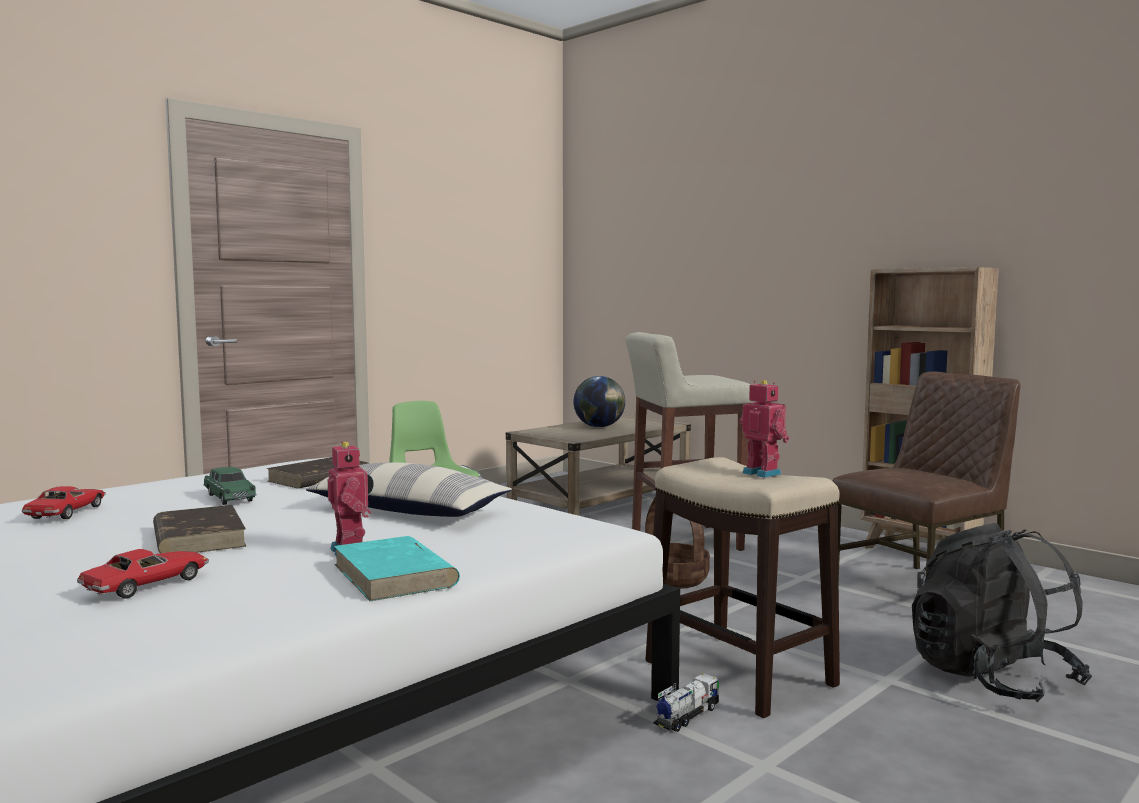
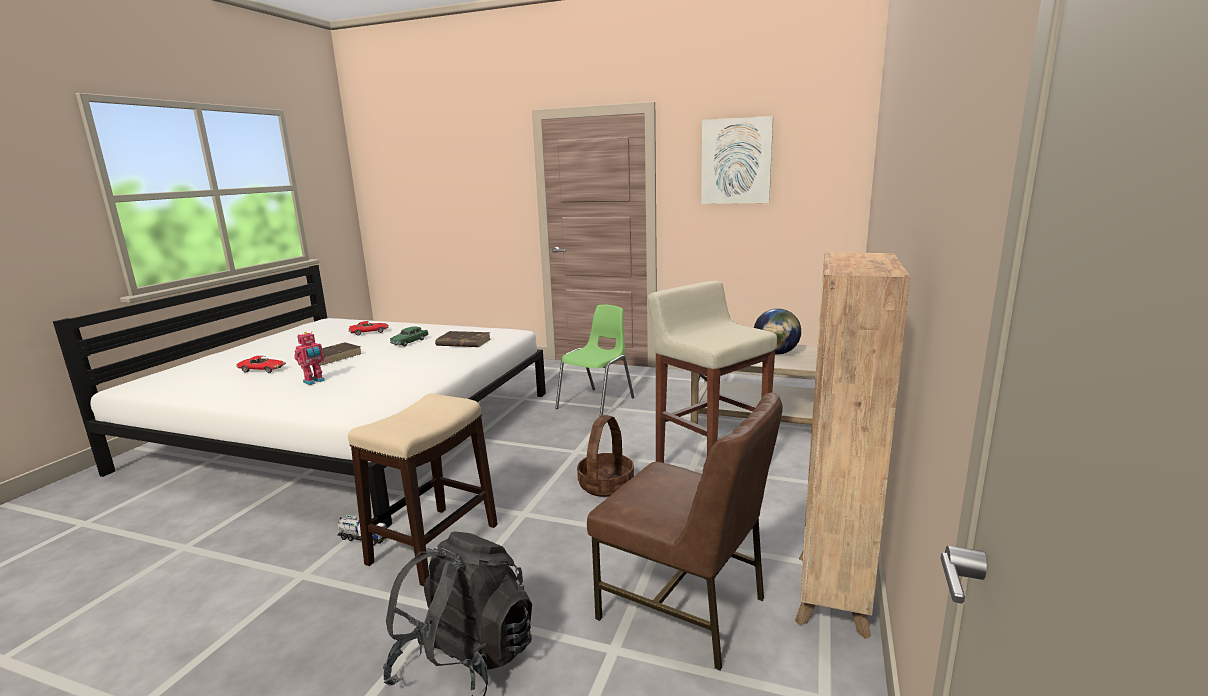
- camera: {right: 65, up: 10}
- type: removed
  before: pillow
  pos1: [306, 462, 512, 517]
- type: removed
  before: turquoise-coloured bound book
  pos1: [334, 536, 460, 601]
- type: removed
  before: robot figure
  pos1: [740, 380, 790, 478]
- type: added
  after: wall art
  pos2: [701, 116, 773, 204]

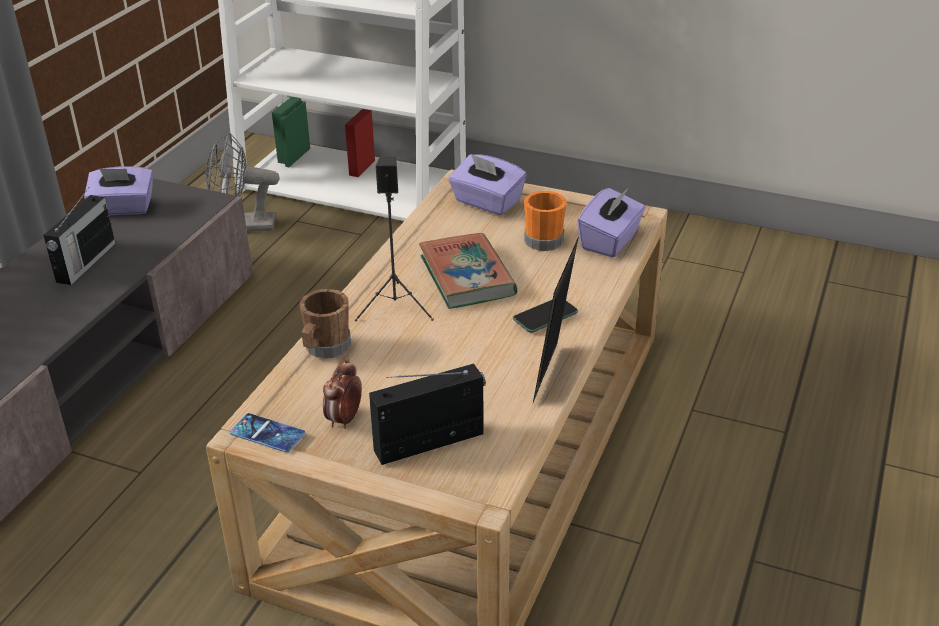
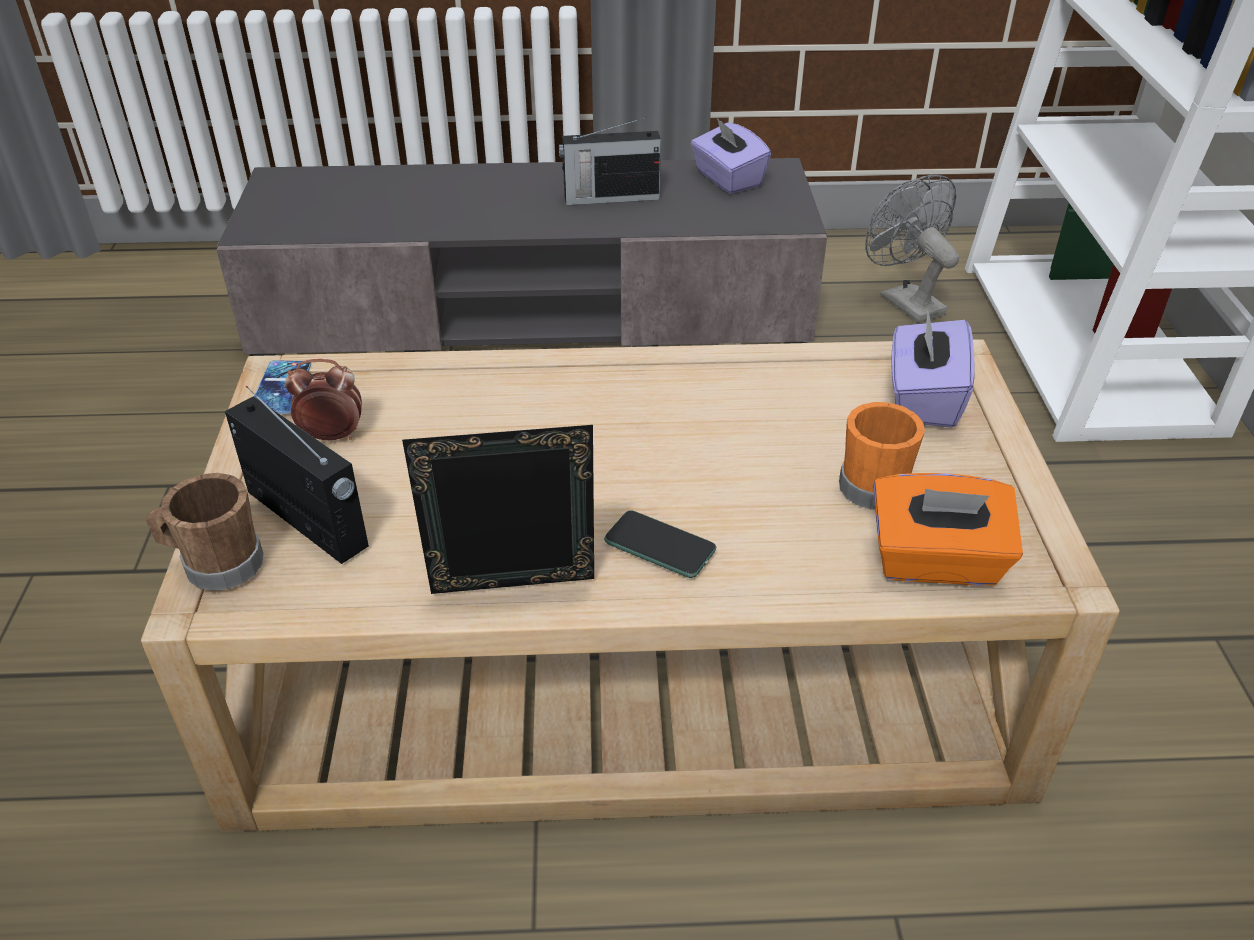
- camera: {right: 65, up: 5}
- type: moved
  before: brown-coloured coffee mug
  pos1: [300, 289, 351, 359]
  pos2: [146, 473, 264, 591]
- type: removed
  before: blackish loudspeaker
  pos1: [355, 156, 434, 321]
- type: removed
  before: bound book
  pos1: [419, 233, 518, 309]
- type: recoloured
  before: purple-coloured box of tissues
  after: orange-coloured box of tissues
  pos1: [577, 188, 646, 257]
  pos2: [873, 473, 1023, 586]

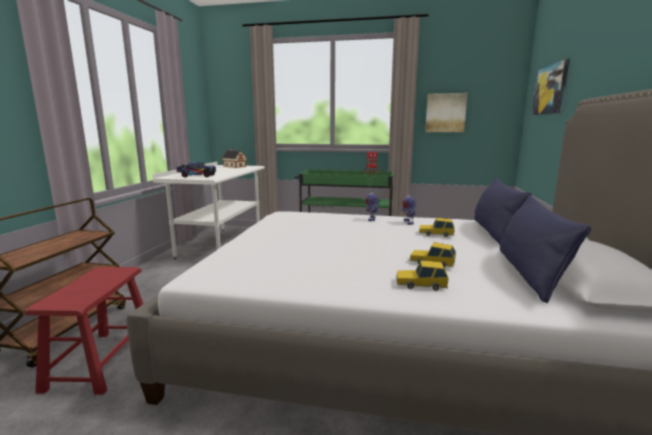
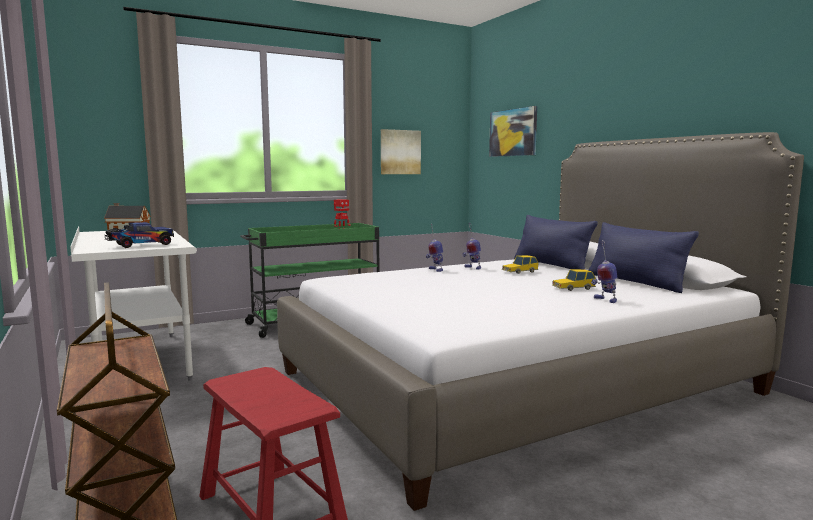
- camera: {right: -40, up: -5}
- type: replaced
  before: model car
  after: robot figure
  pos1: [396, 260, 448, 291]
  pos2: [591, 240, 617, 303]

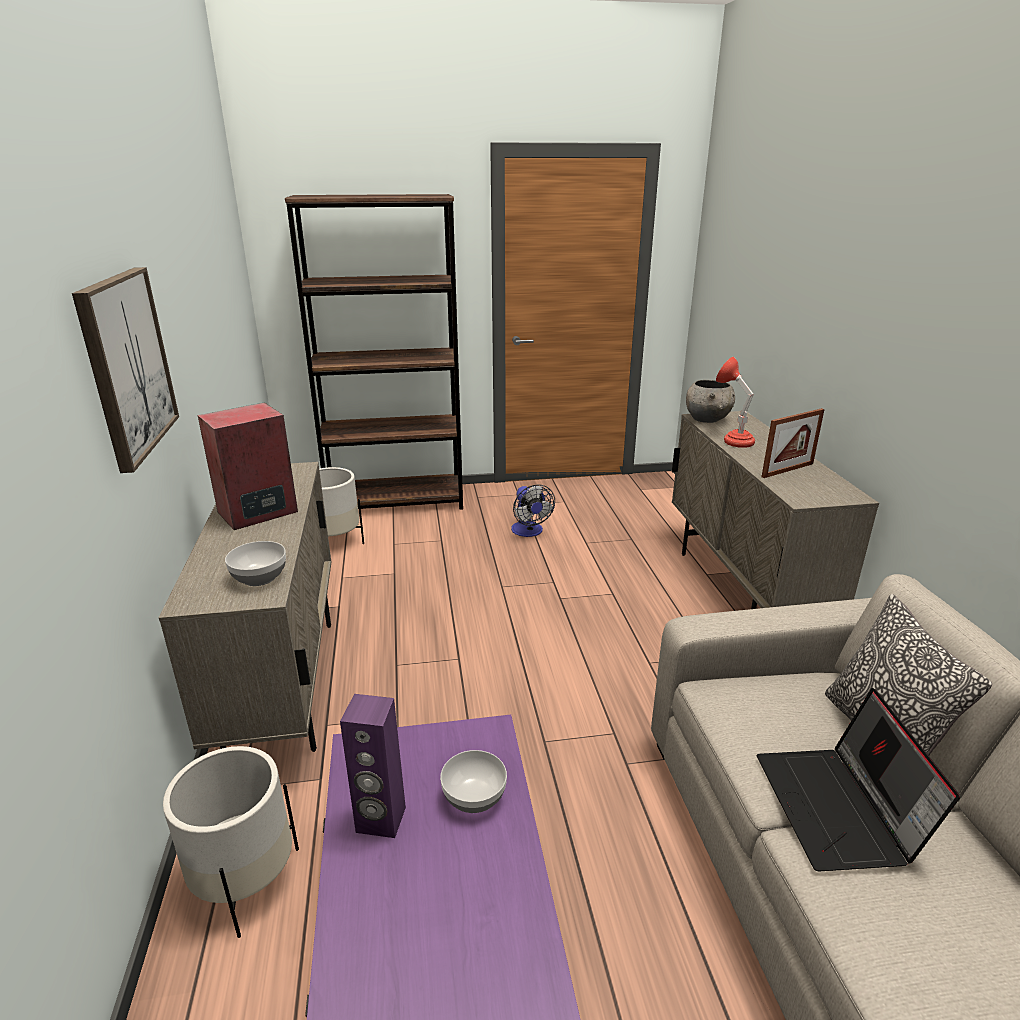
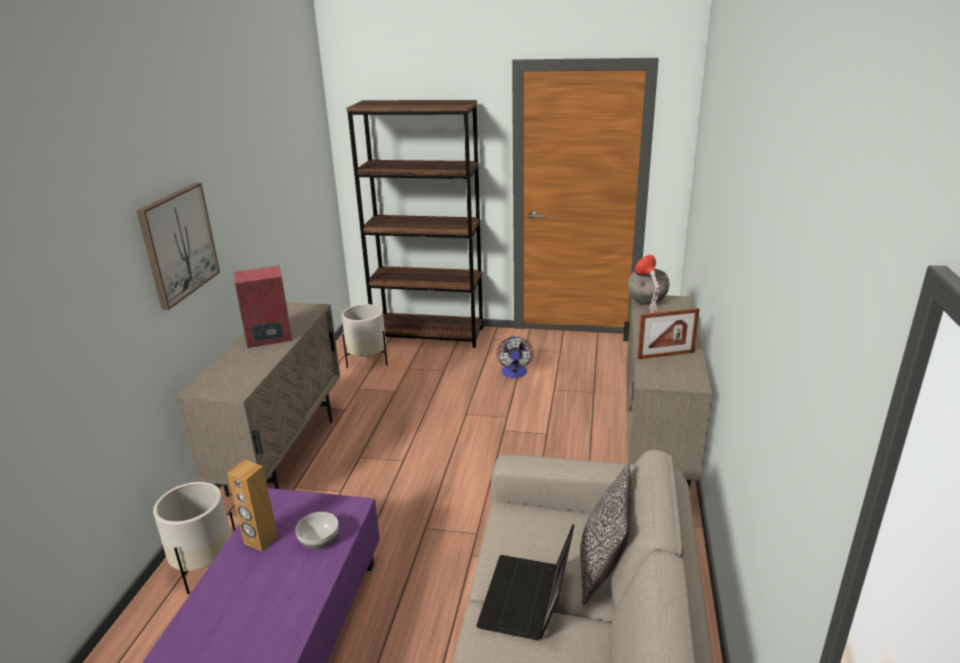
- camera: {right: 20, up: 0}
- type: removed
  before: deep dish
  pos1: [225, 541, 286, 586]
- type: recoloured
  before: purple-coloured loudspeaker
  after: brown-coloured loudspeaker
  pos1: [340, 694, 406, 838]
  pos2: [227, 459, 278, 552]

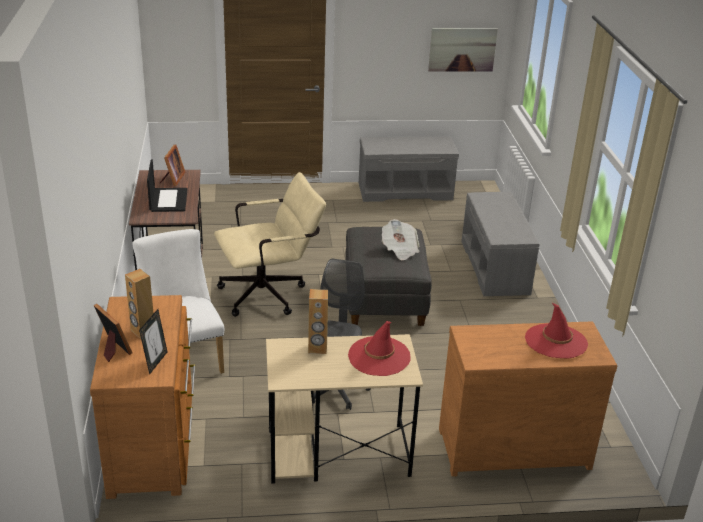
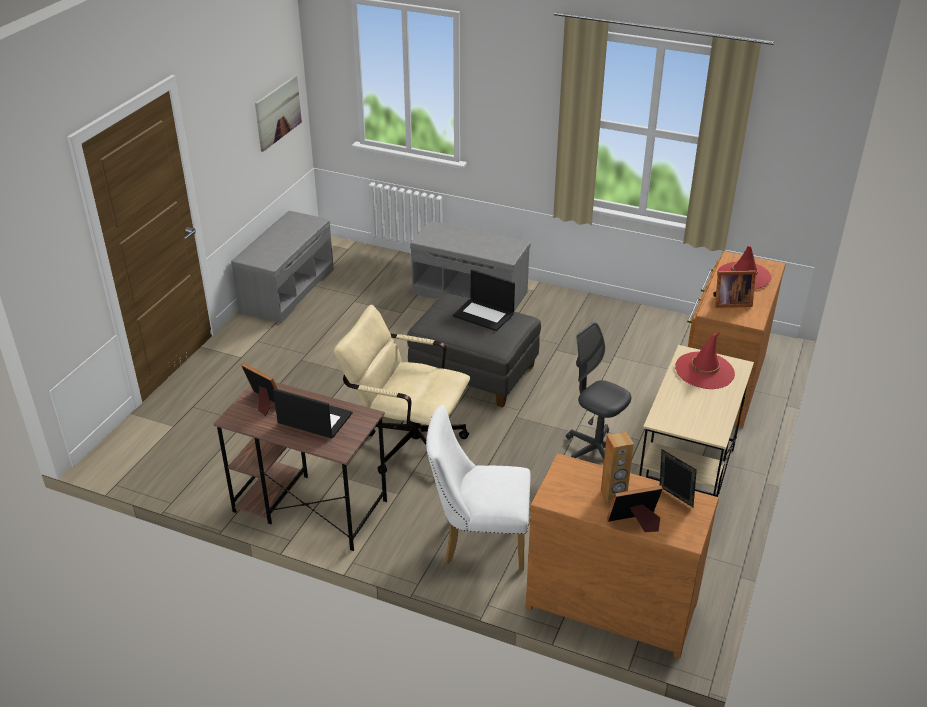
- camera: {right: -60, up: 5}
- type: turned
  before: sand-coloured computer chair
  pos1: [214, 172, 326, 317]
  pos2: [334, 305, 470, 474]
  turn: -75
- type: removed
  before: brown-coloured loudspeaker
  pos1: [308, 289, 328, 354]
- type: replaced
  before: newspaper
  after: notebook computer
  pos1: [382, 219, 420, 260]
  pos2: [453, 269, 515, 331]
- type: added
  after: photo frame
  pos2: [713, 271, 756, 308]

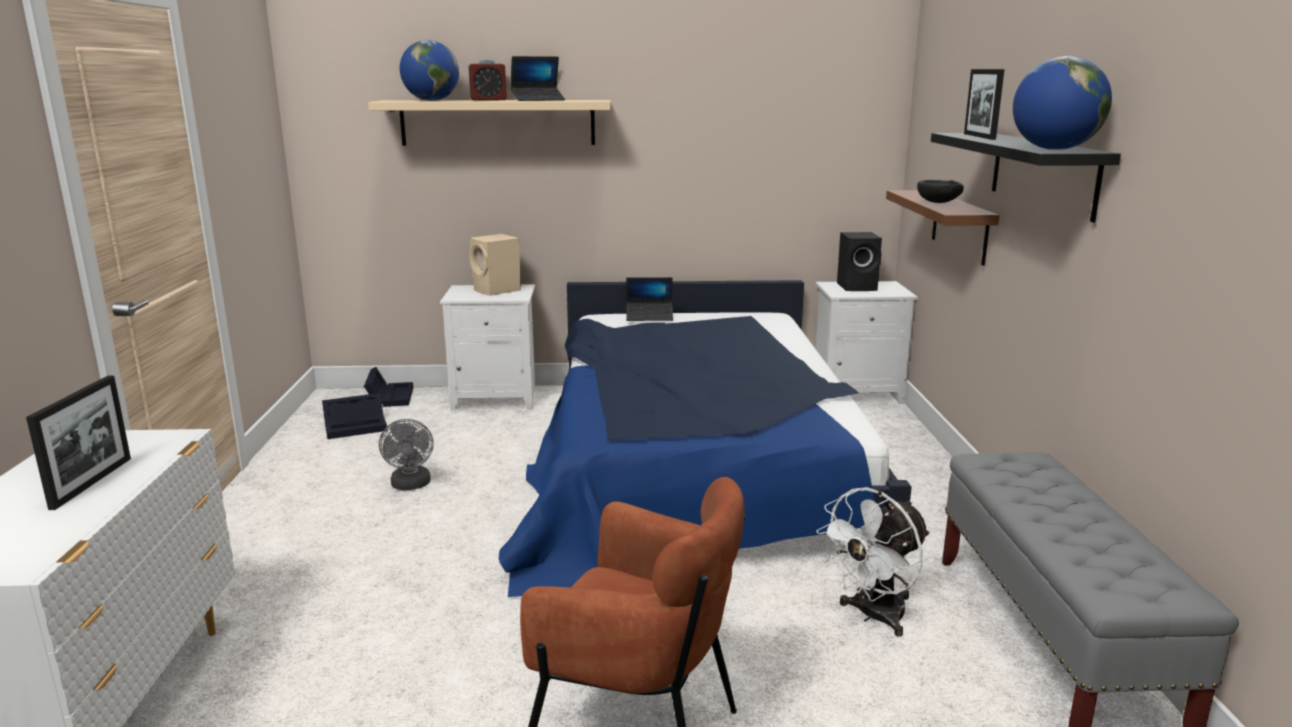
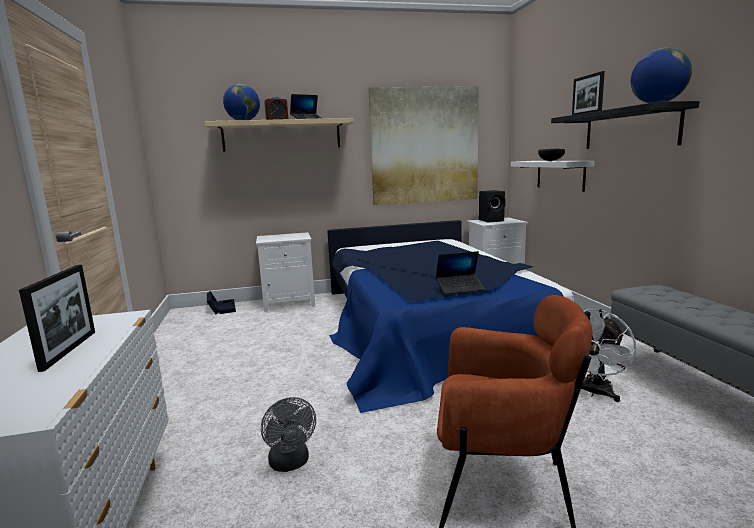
- camera: {right: -10, up: -5}
- type: removed
  before: blackish storage bin
  pos1: [322, 393, 387, 439]
- type: moved
  before: grey fan
  pos1: [379, 419, 434, 490]
  pos2: [261, 397, 316, 472]
- type: removed
  before: sand-coloured loudspeaker
  pos1: [469, 234, 521, 296]
- type: moved
  before: notebook computer
  pos1: [626, 277, 673, 321]
  pos2: [436, 251, 485, 294]
- type: recoloured
  before: brown-coloured shelf
  after: white shelf
  pos1: [886, 190, 1000, 266]
  pos2: [511, 161, 594, 192]
- type: added
  after: wall art
  pos2: [368, 86, 479, 205]

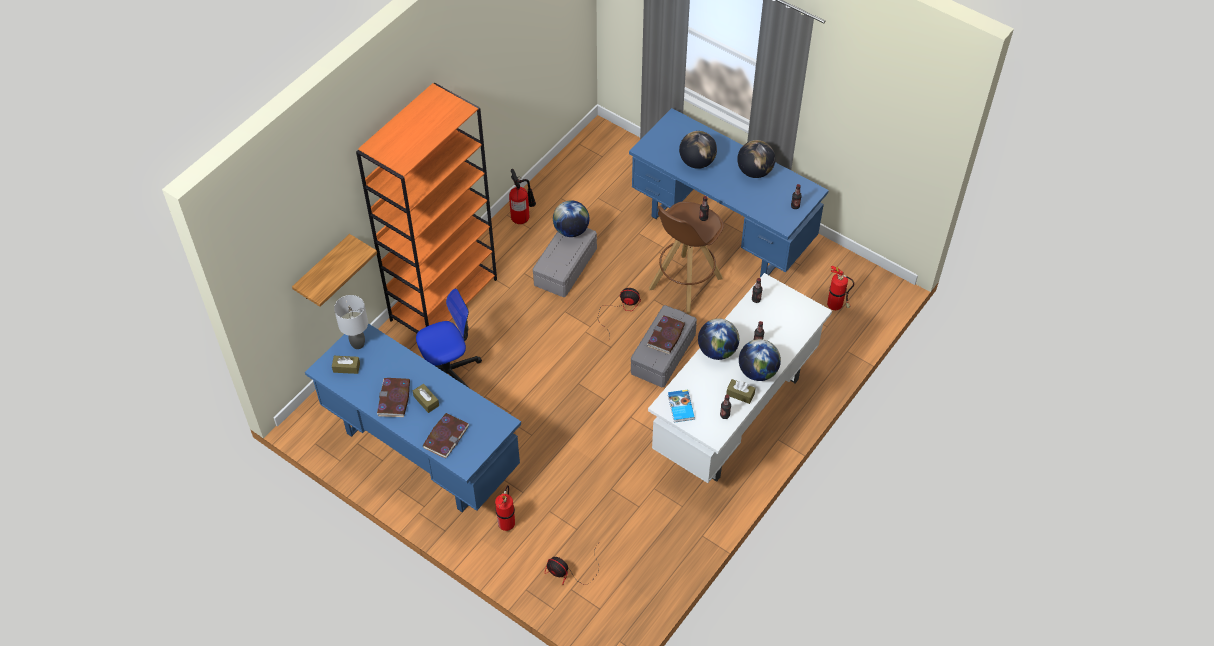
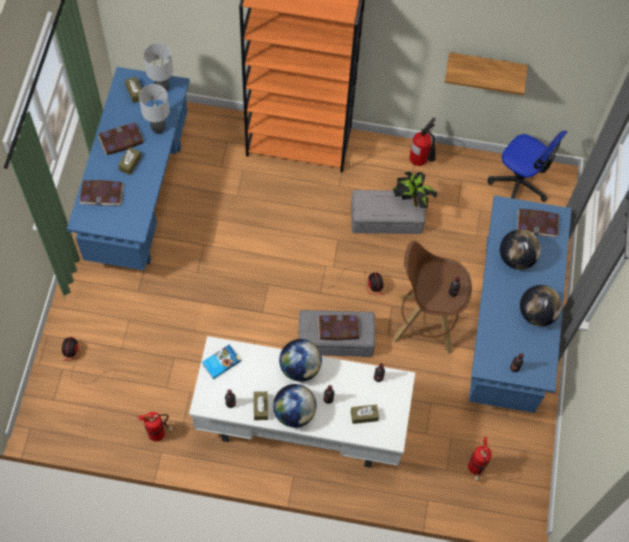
- camera: {right: 60, up: 10}
- type: moved
  before: shelf
  pos1: [292, 234, 377, 307]
  pos2: [445, 52, 528, 95]
- type: moved
  before: computer chair
  pos1: [416, 288, 482, 388]
  pos2: [488, 131, 567, 202]
- type: moved
  before: fire extinguisher
  pos1: [495, 485, 515, 531]
  pos2: [138, 412, 173, 442]
- type: replaced
  before: desk globe
  after: plant in a pot
  pos1: [553, 200, 589, 237]
  pos2: [393, 171, 438, 208]
- type: added
  after: grey tabletop lamp
  pos2: [139, 84, 170, 134]
- type: added
  after: brown-coloured box of tissues
  pos2: [351, 404, 379, 424]
- type: added
  after: bound book
  pos2: [517, 209, 559, 237]

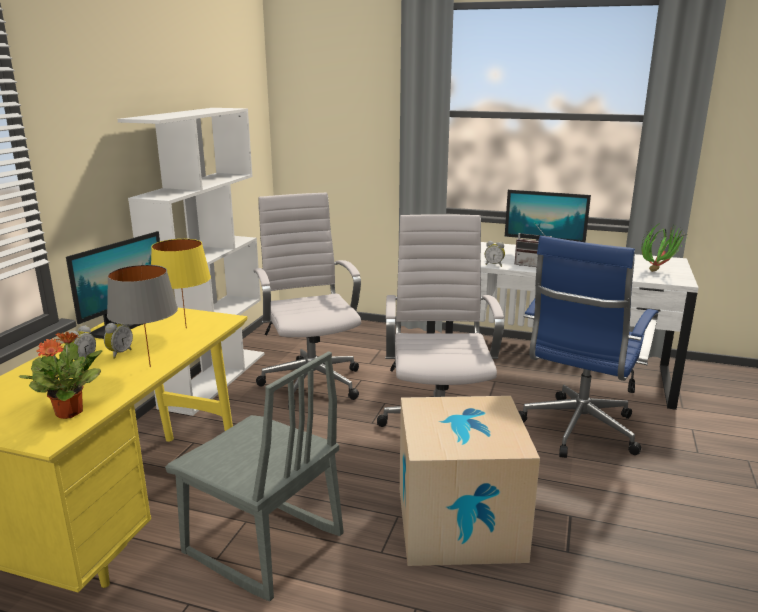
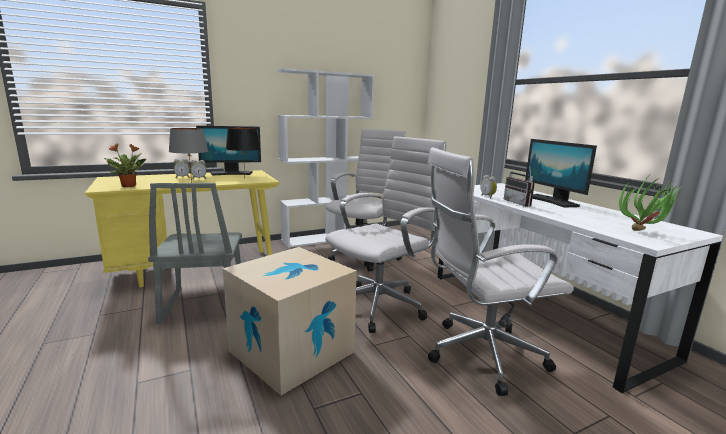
- camera: {right: 45, up: -5}
- type: recoloured
  before: yellow tabletop lamp
  after: blackish tabletop lamp
  pos1: [151, 239, 211, 329]
  pos2: [226, 127, 260, 177]
- type: recoloured
  before: bluish computer chair
  after: white computer chair
  pos1: [518, 236, 658, 458]
  pos2: [428, 147, 574, 396]

